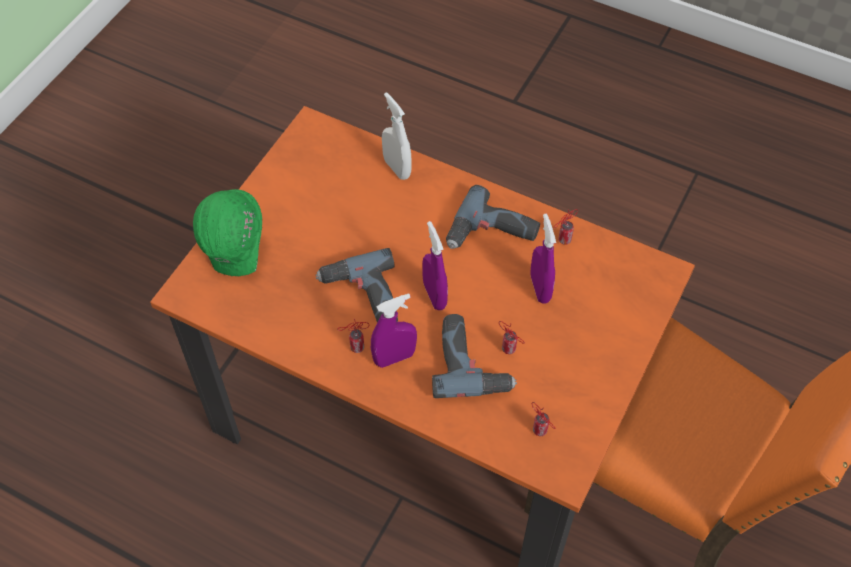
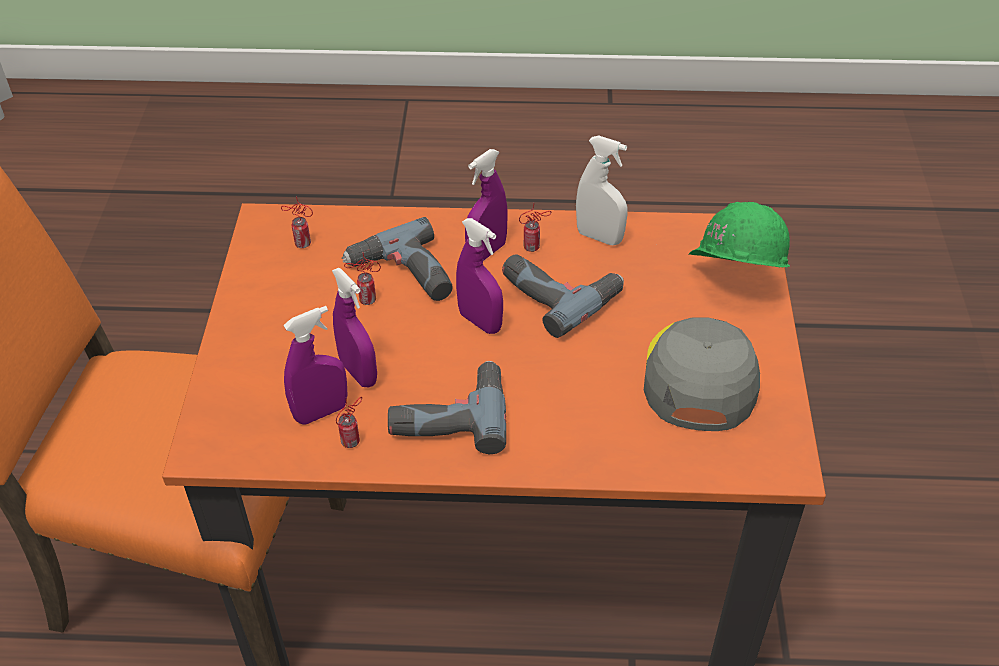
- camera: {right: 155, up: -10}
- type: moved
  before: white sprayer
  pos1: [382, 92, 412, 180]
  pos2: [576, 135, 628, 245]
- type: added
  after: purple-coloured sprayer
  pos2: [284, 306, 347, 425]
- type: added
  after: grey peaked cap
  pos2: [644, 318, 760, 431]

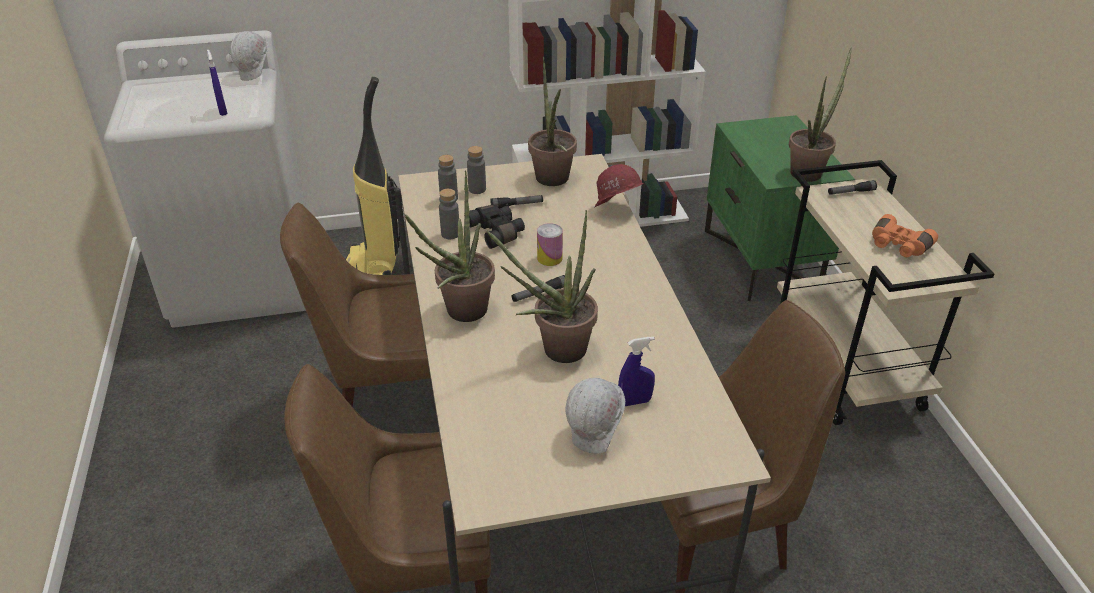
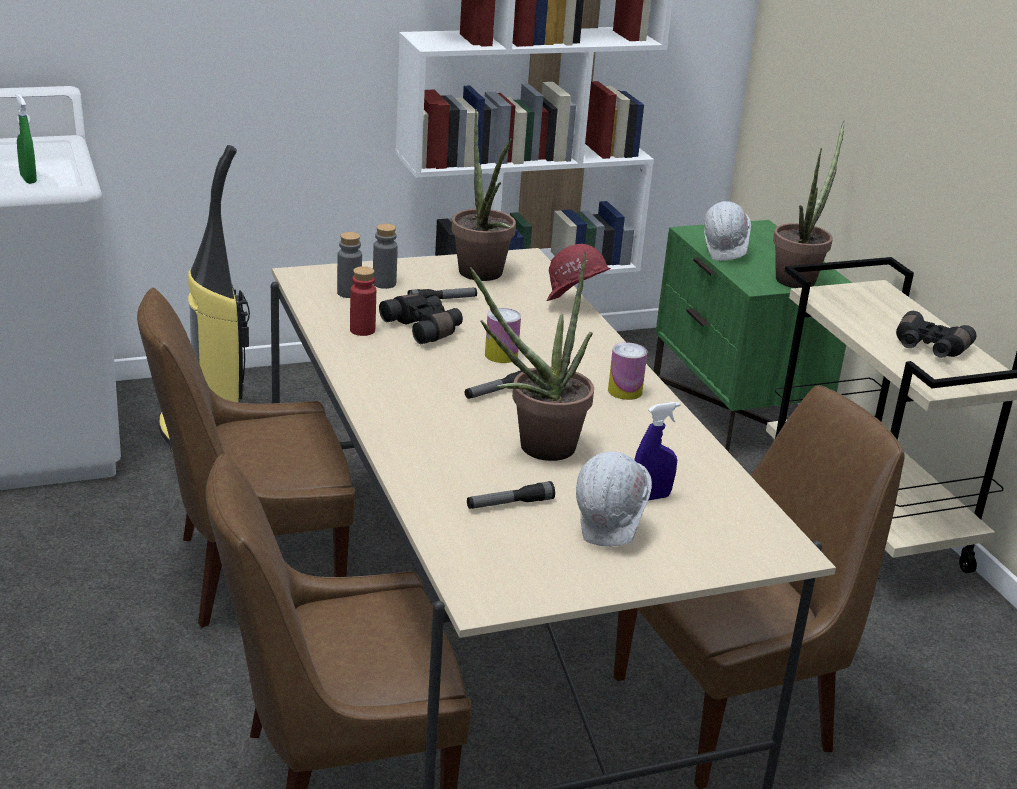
- camera: {right: -10, up: -10}
- type: recoloured
  before: bluish sprayer
  after: greenish sprayer
  pos1: [207, 50, 227, 116]
  pos2: [16, 93, 37, 184]
- type: moved
  before: white work helmet
  pos1: [230, 31, 269, 81]
  pos2: [704, 201, 751, 260]
- type: removed
  before: plant in a pot
  pos1: [405, 170, 495, 322]
- type: recoloured
  before: grey drink bottle
  after: reddish drink bottle
  pos1: [439, 189, 459, 239]
  pos2: [350, 266, 376, 336]
- type: moved
  before: hand torch
  pos1: [828, 180, 877, 195]
  pos2: [467, 481, 555, 509]
- type: recoloured
  before: orange-coloured pair of binoculars
  after: blackish pair of binoculars
  pos1: [872, 214, 938, 257]
  pos2: [896, 311, 976, 358]
- type: added
  after: can
  pos2: [608, 342, 647, 400]

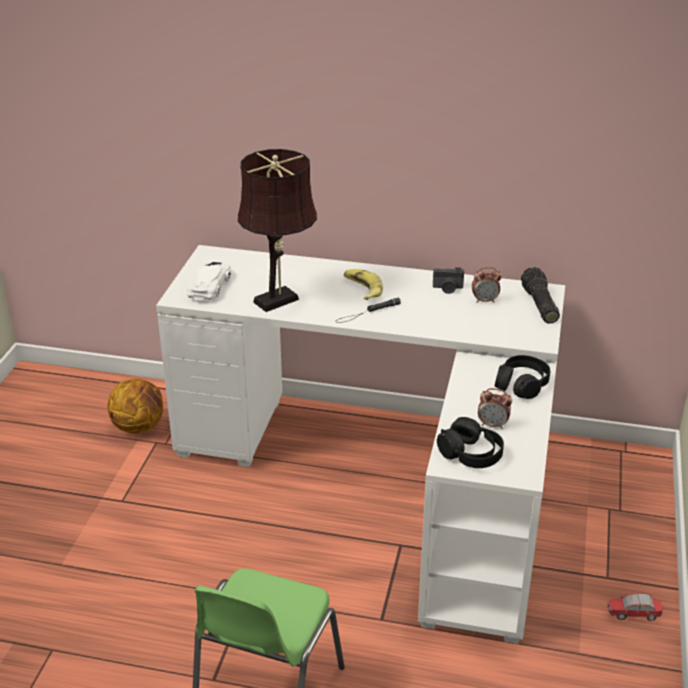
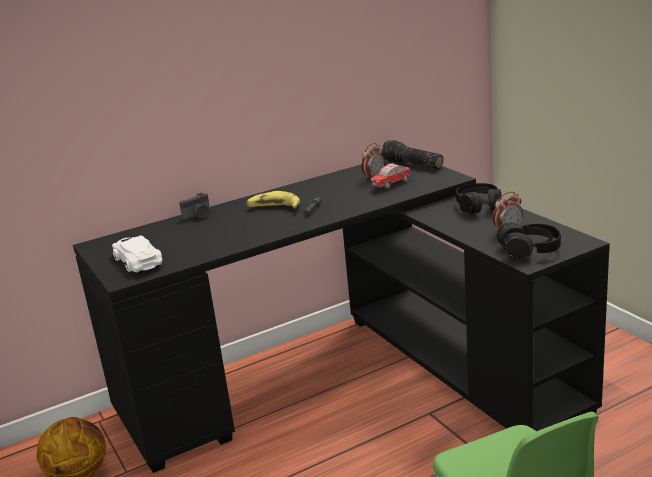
- camera: {right: -40, up: -10}
- type: recoloured
  before: white desk unit
  after: blackish desk unit
  pos1: [156, 245, 565, 644]
  pos2: [73, 160, 610, 473]
- type: removed
  before: brown-coloured tabletop lamp
  pos1: [238, 149, 317, 312]
- type: moved
  before: photo camera
  pos1: [433, 267, 464, 294]
  pos2: [179, 193, 210, 220]
- type: moved
  before: model car
  pos1: [607, 593, 663, 621]
  pos2: [371, 163, 410, 189]

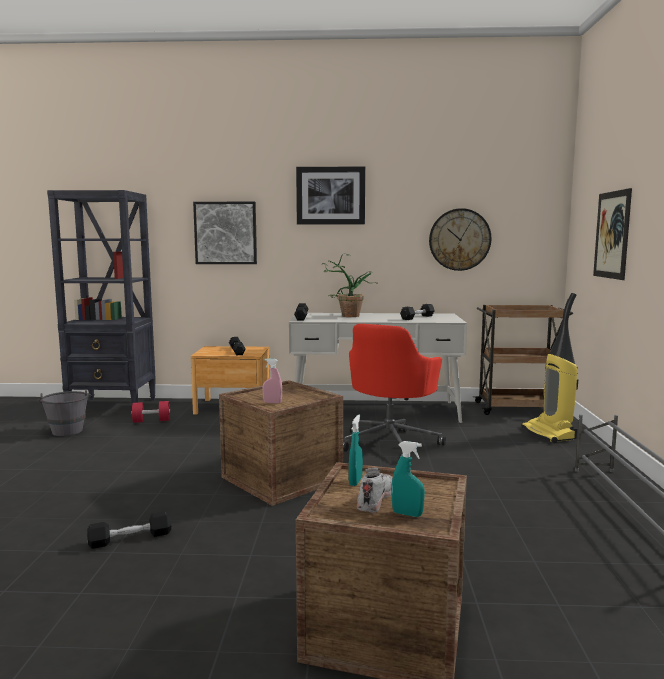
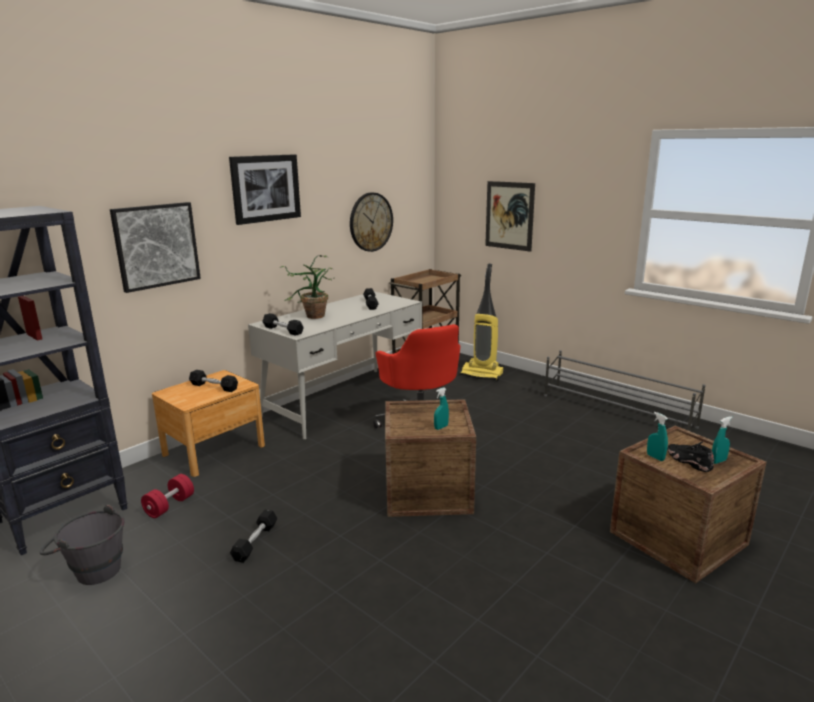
- camera: {right: -50, up: 10}
- type: moved
  before: blackish hand weight
  pos1: [87, 511, 171, 549]
  pos2: [230, 510, 277, 563]
- type: recoloured
  before: pink-coloured sprayer
  after: turquoise-coloured sprayer
  pos1: [263, 358, 282, 403]
  pos2: [434, 387, 449, 430]
- type: recoloured
  before: white low shoe
  after: blackish low shoe
  pos1: [357, 467, 393, 513]
  pos2: [667, 441, 714, 472]

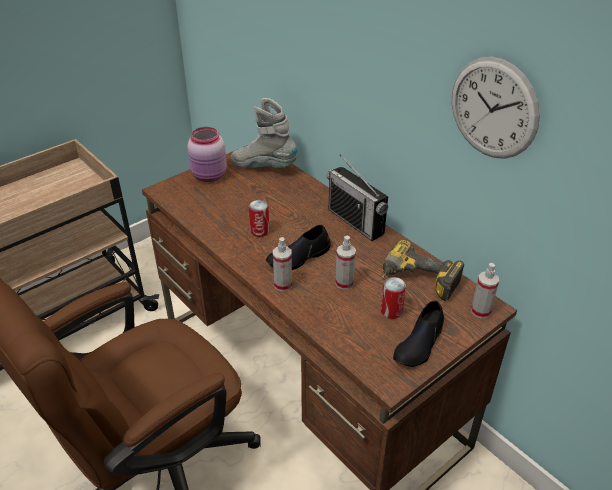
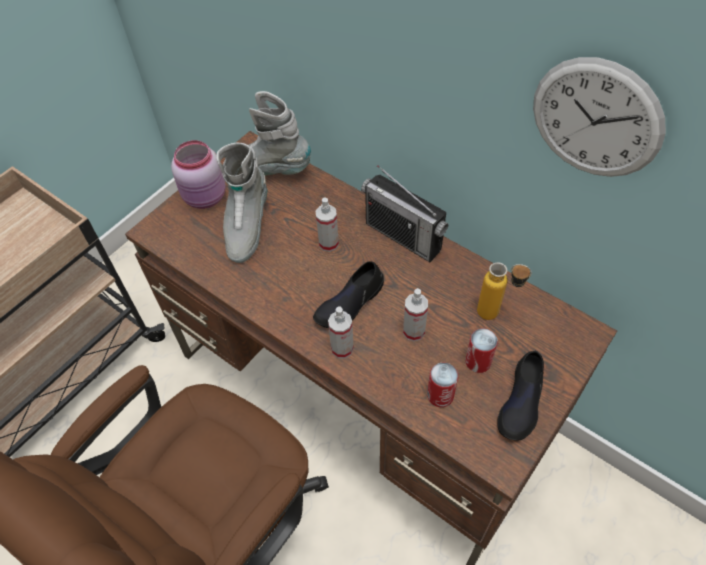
- camera: {right: -10, up: 15}
- type: moved
  before: can
  pos1: [249, 200, 270, 237]
  pos2: [427, 363, 458, 407]
- type: replaced
  before: power drill
  after: drink bottle
  pos1: [380, 240, 464, 301]
  pos2: [477, 262, 532, 320]
- type: moved
  before: sprayer
  pos1: [471, 263, 499, 319]
  pos2: [316, 197, 339, 252]
- type: added
  after: grey tall boot
  pos2: [216, 142, 268, 263]

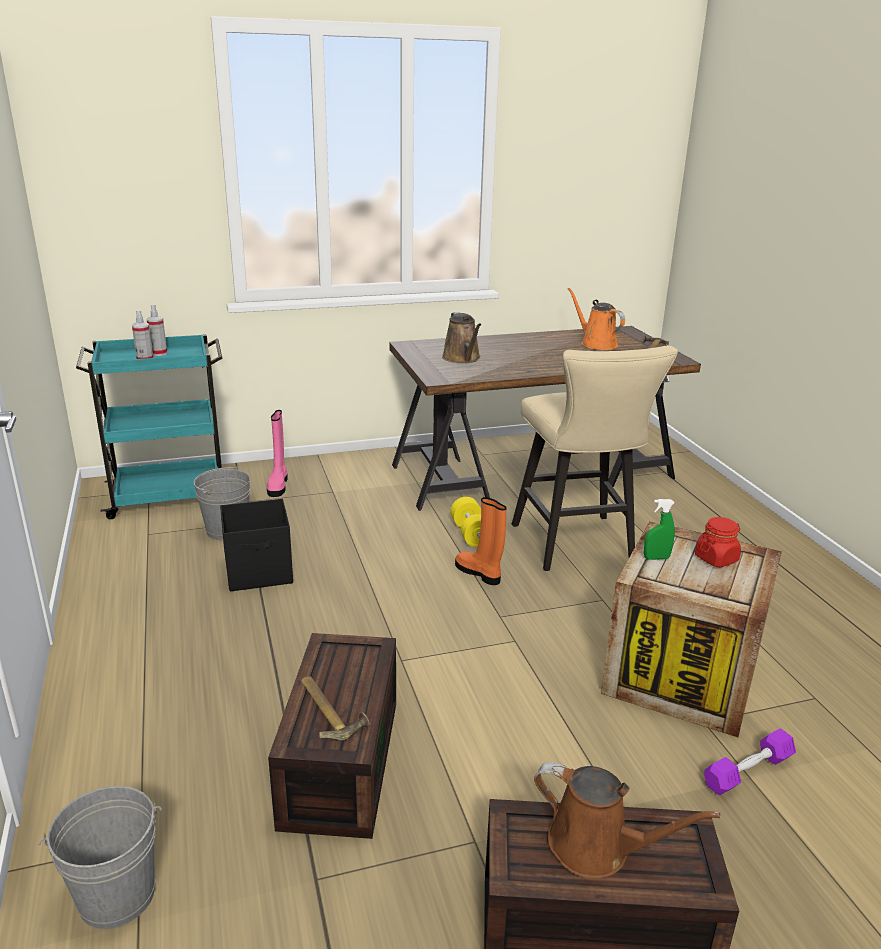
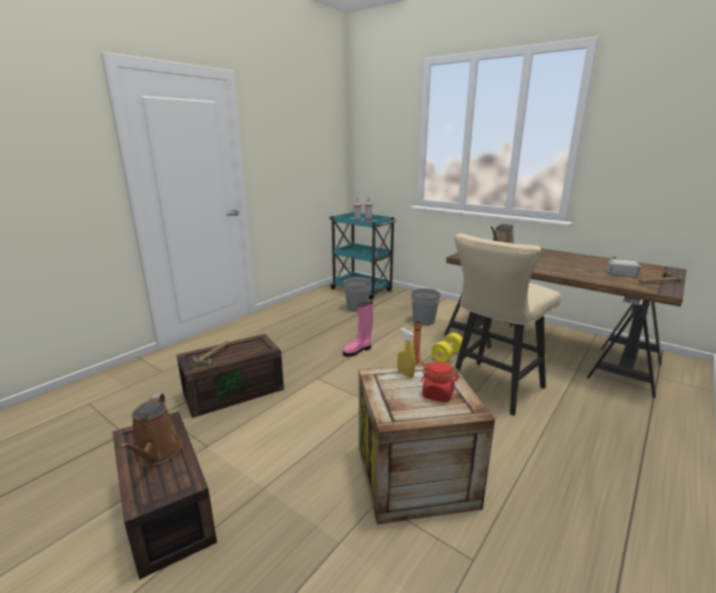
- camera: {right: 55, up: -5}
- type: moved
  before: grey water bucket
  pos1: [38, 786, 162, 929]
  pos2: [410, 288, 441, 325]
- type: removed
  before: blackish storage bin
  pos1: [220, 499, 293, 591]
- type: moved
  before: pink-coloured tall boot
  pos1: [267, 410, 288, 497]
  pos2: [343, 301, 373, 357]
- type: replaced
  before: orange-coloured watering pot
  after: hand hammer
  pos1: [568, 288, 625, 350]
  pos2: [607, 256, 641, 277]
- type: recoloured
  before: greenish sprayer
  after: yellow sprayer
  pos1: [644, 499, 675, 560]
  pos2: [397, 328, 415, 378]
- type: removed
  before: purple-coloured hand weight
  pos1: [704, 728, 796, 795]

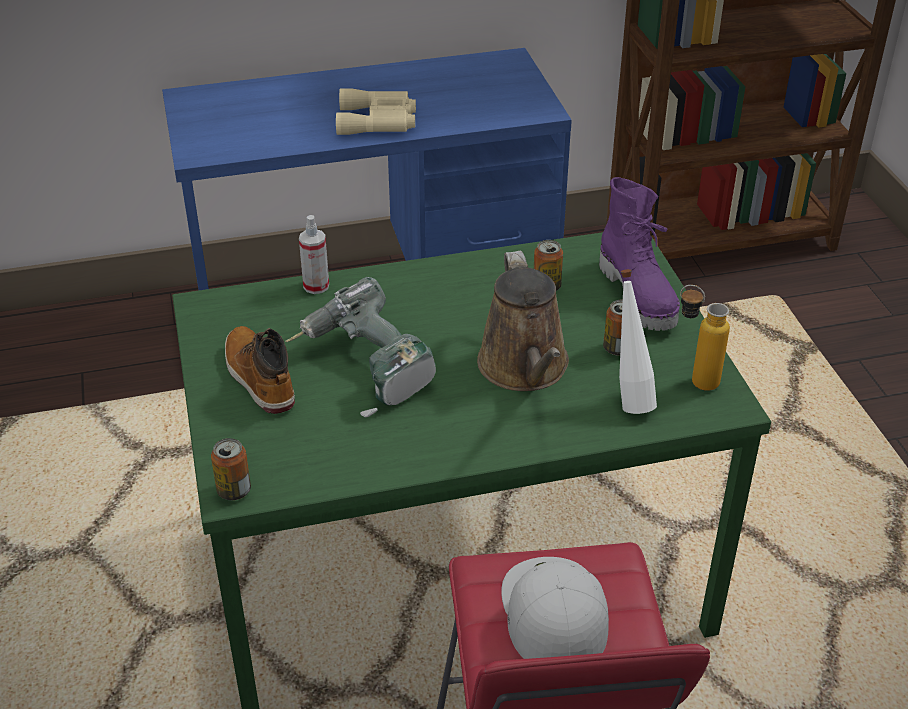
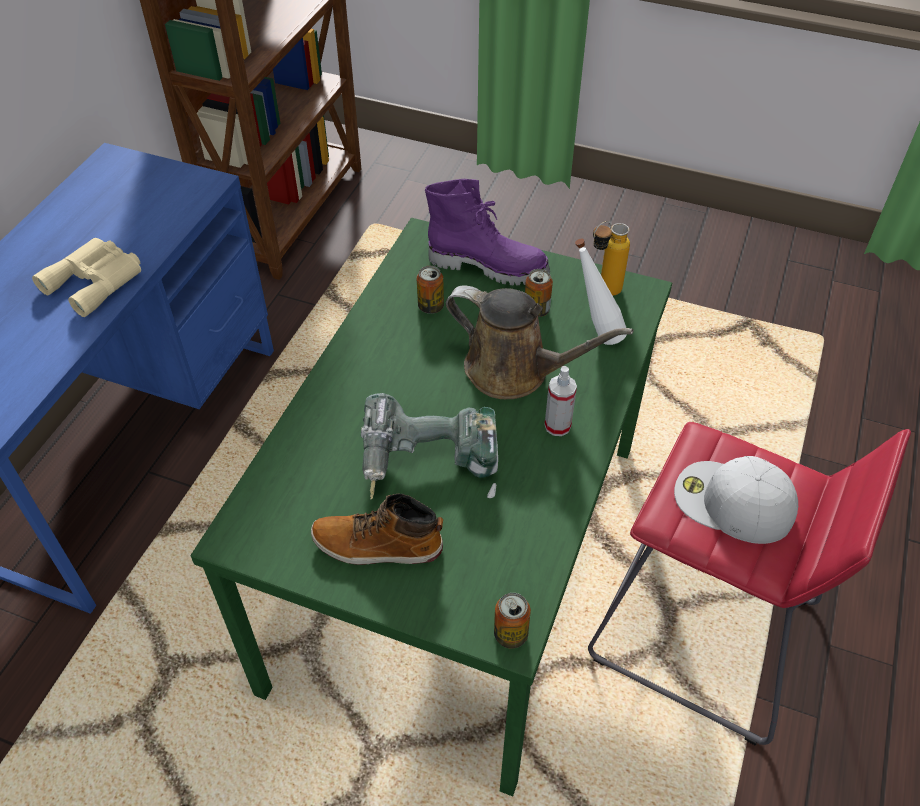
- camera: {right: -55, up: 10}
- type: moved
  before: sprayer
  pos1: [299, 215, 329, 294]
  pos2: [545, 366, 577, 436]

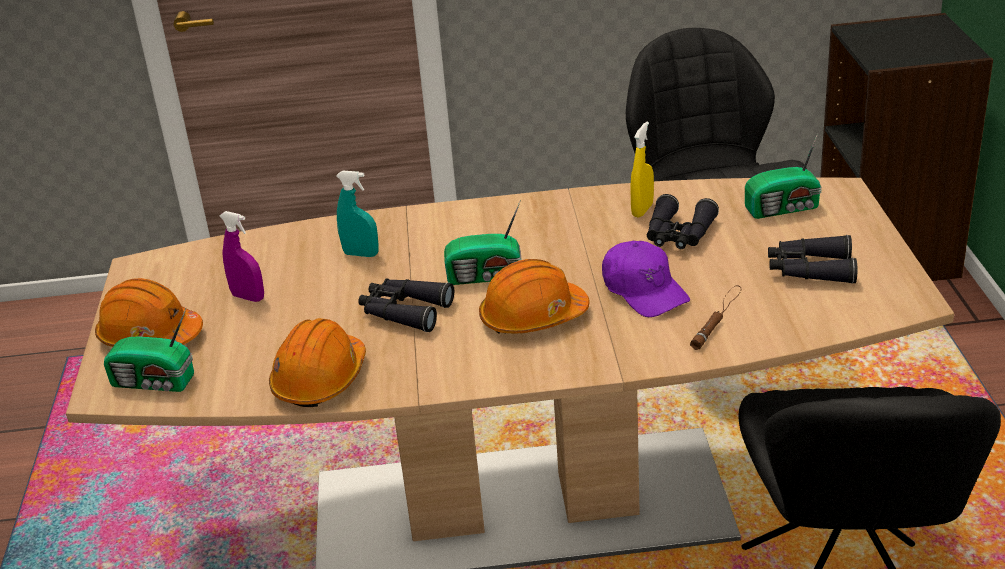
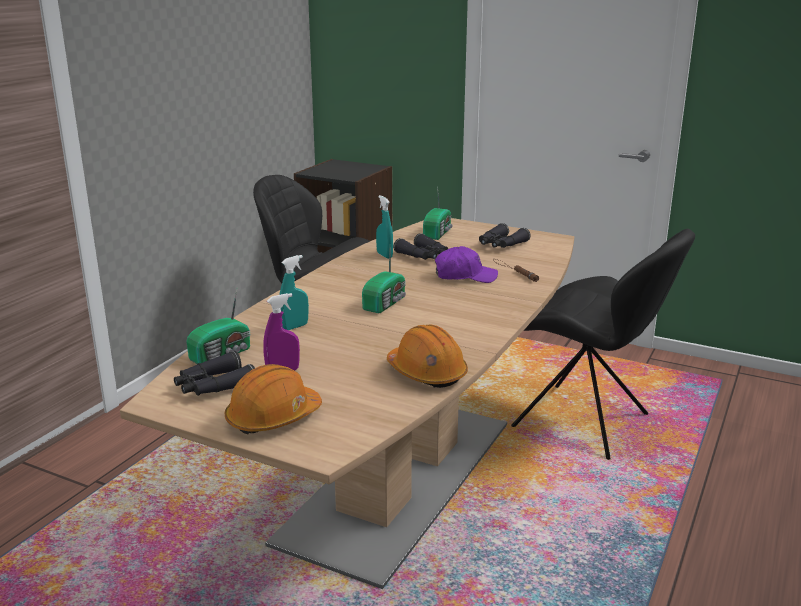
- camera: {right: -60, up: -10}
- type: moved
  before: radio receiver
  pos1: [104, 309, 194, 392]
  pos2: [186, 289, 251, 364]
- type: moved
  before: blackish pair of binoculars
  pos1: [358, 278, 454, 332]
  pos2: [174, 351, 255, 396]
- type: removed
  before: orange-coloured work helmet
  pos1: [479, 259, 589, 334]
- type: recoloured
  before: yellow sprayer
  after: turquoise-coloured sprayer
  pos1: [630, 122, 654, 218]
  pos2: [376, 195, 393, 259]

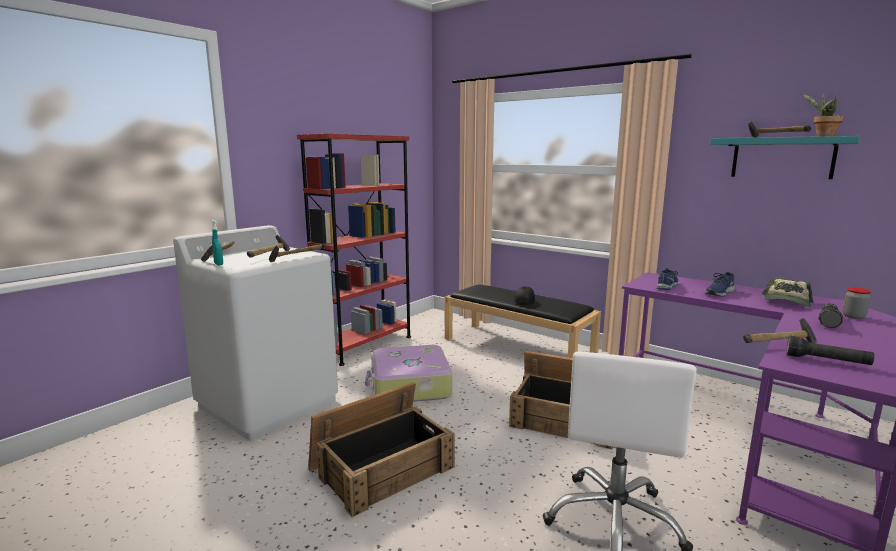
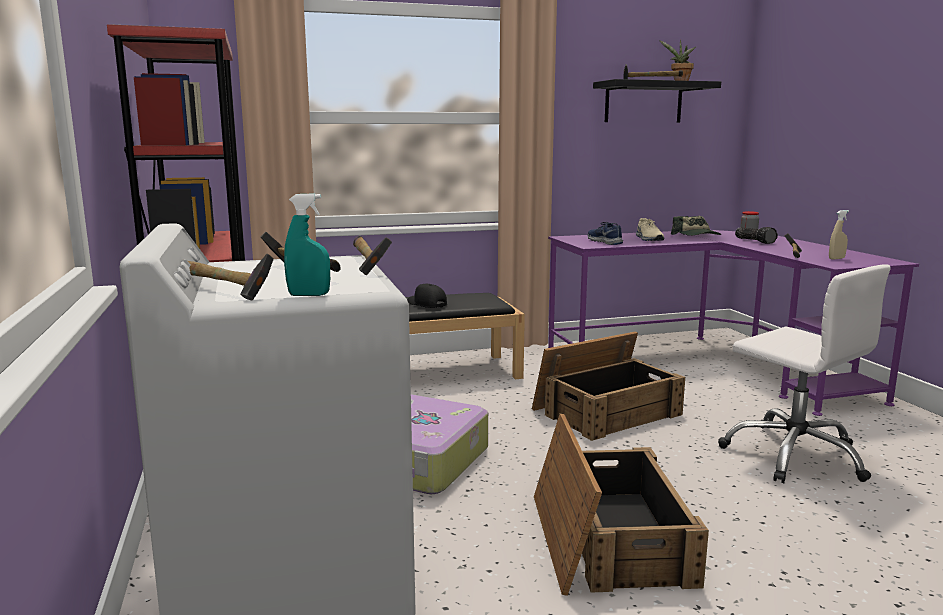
- camera: {right: -55, up: 0}
- type: recoloured
  before: bluish low shoe
  after: sand-coloured low shoe
  pos1: [705, 272, 735, 297]
  pos2: [636, 218, 664, 241]
- type: recoloured
  before: turquoise-coloured shelf
  after: blackish shelf
  pos1: [710, 136, 860, 179]
  pos2: [593, 79, 721, 123]
- type: replaced
  before: blackish hand torch
  after: sand-coloured sprayer
  pos1: [786, 336, 874, 365]
  pos2: [829, 210, 849, 260]

